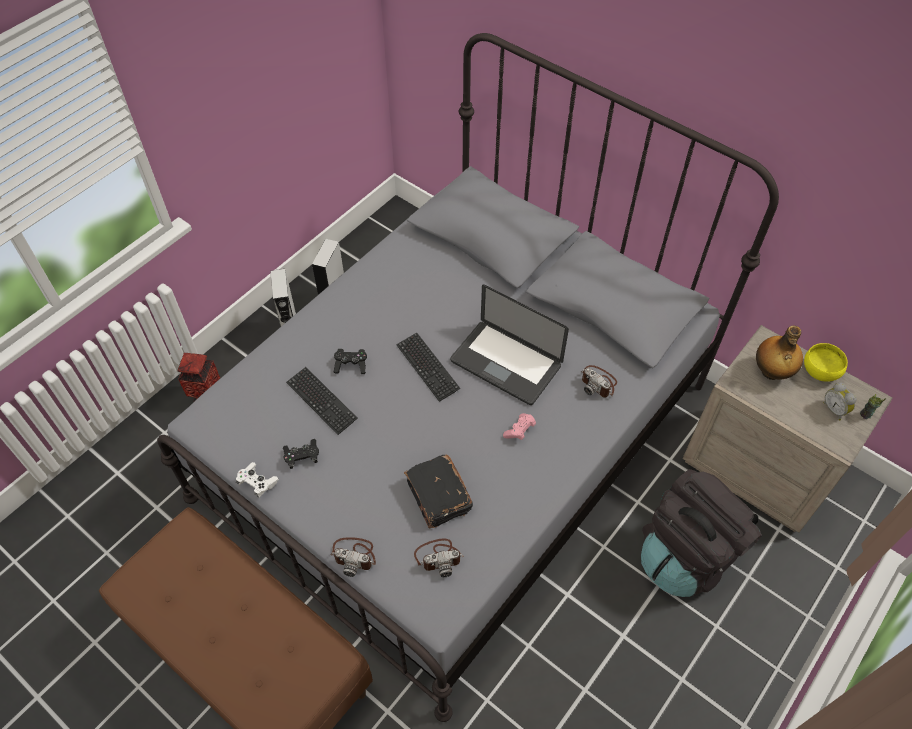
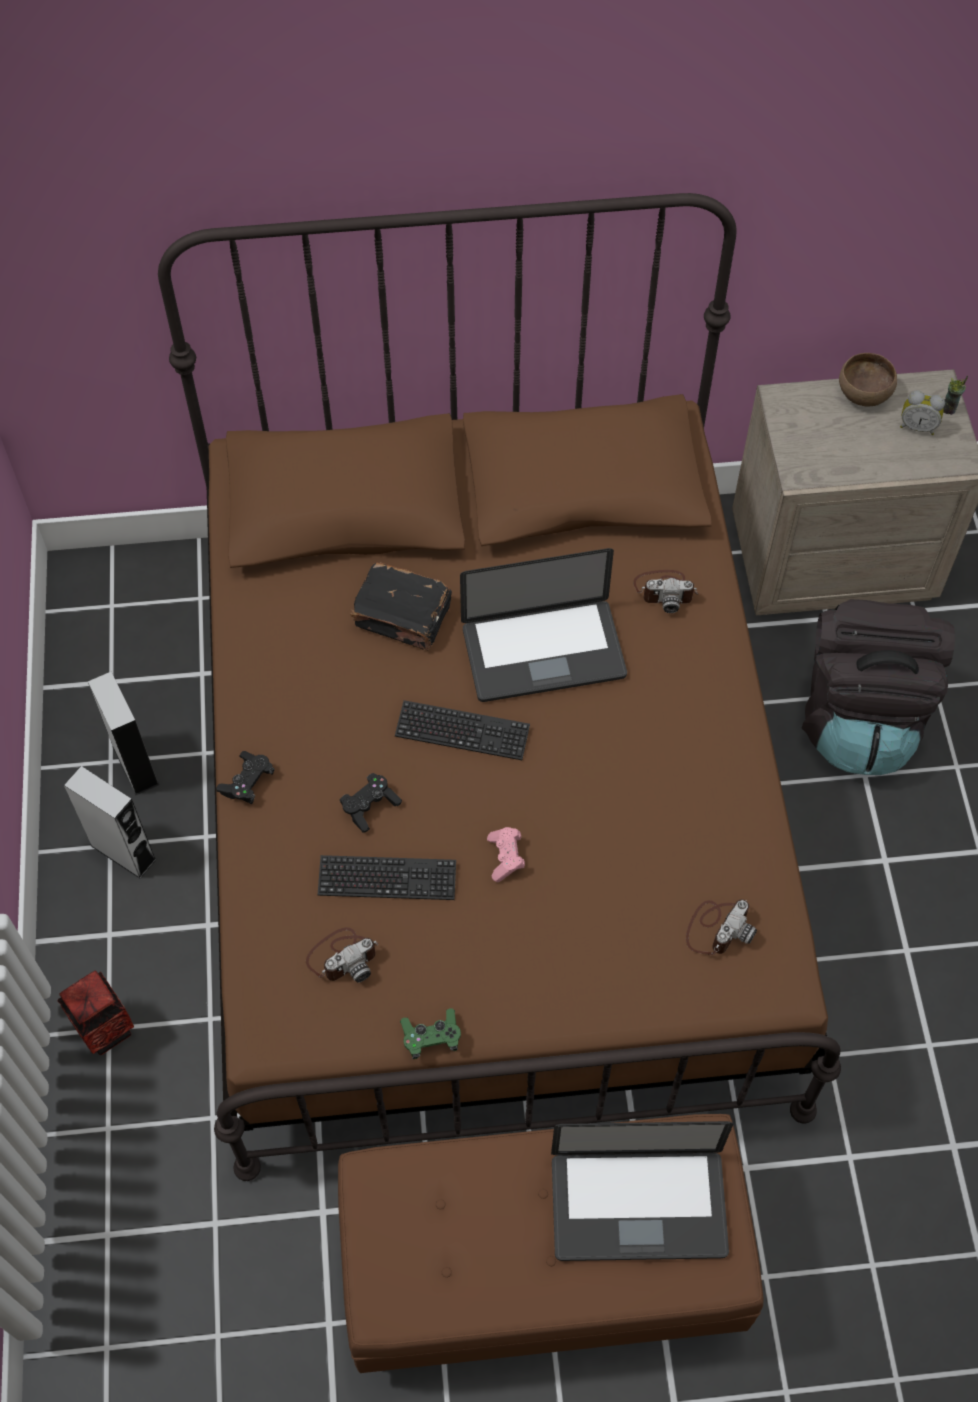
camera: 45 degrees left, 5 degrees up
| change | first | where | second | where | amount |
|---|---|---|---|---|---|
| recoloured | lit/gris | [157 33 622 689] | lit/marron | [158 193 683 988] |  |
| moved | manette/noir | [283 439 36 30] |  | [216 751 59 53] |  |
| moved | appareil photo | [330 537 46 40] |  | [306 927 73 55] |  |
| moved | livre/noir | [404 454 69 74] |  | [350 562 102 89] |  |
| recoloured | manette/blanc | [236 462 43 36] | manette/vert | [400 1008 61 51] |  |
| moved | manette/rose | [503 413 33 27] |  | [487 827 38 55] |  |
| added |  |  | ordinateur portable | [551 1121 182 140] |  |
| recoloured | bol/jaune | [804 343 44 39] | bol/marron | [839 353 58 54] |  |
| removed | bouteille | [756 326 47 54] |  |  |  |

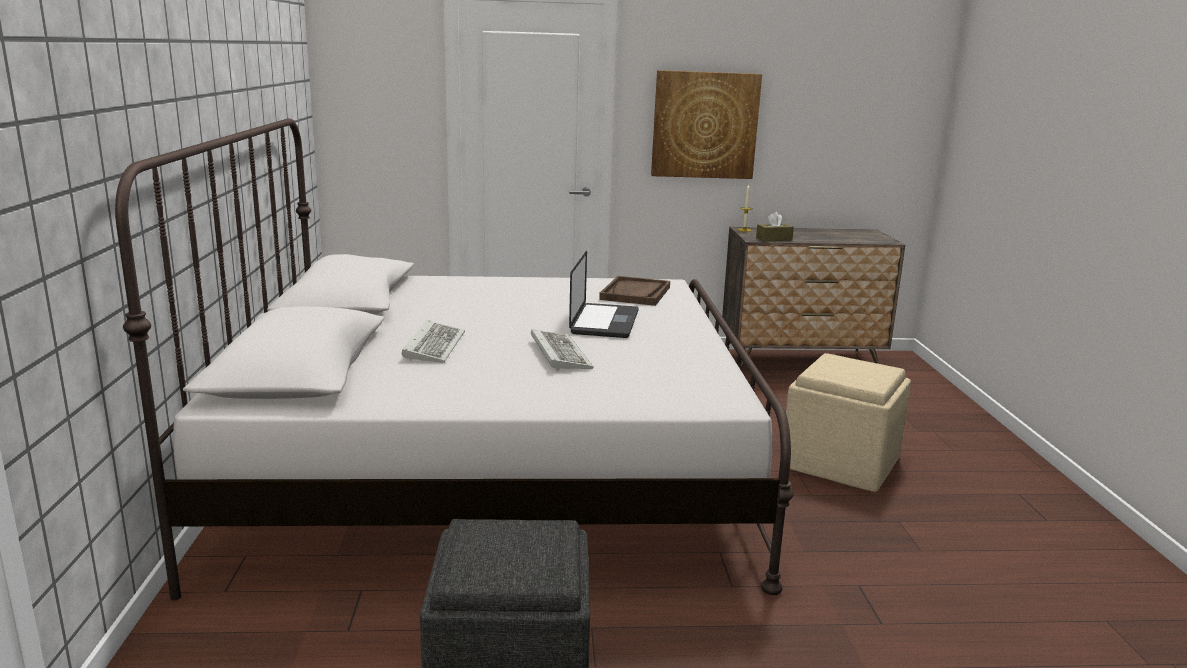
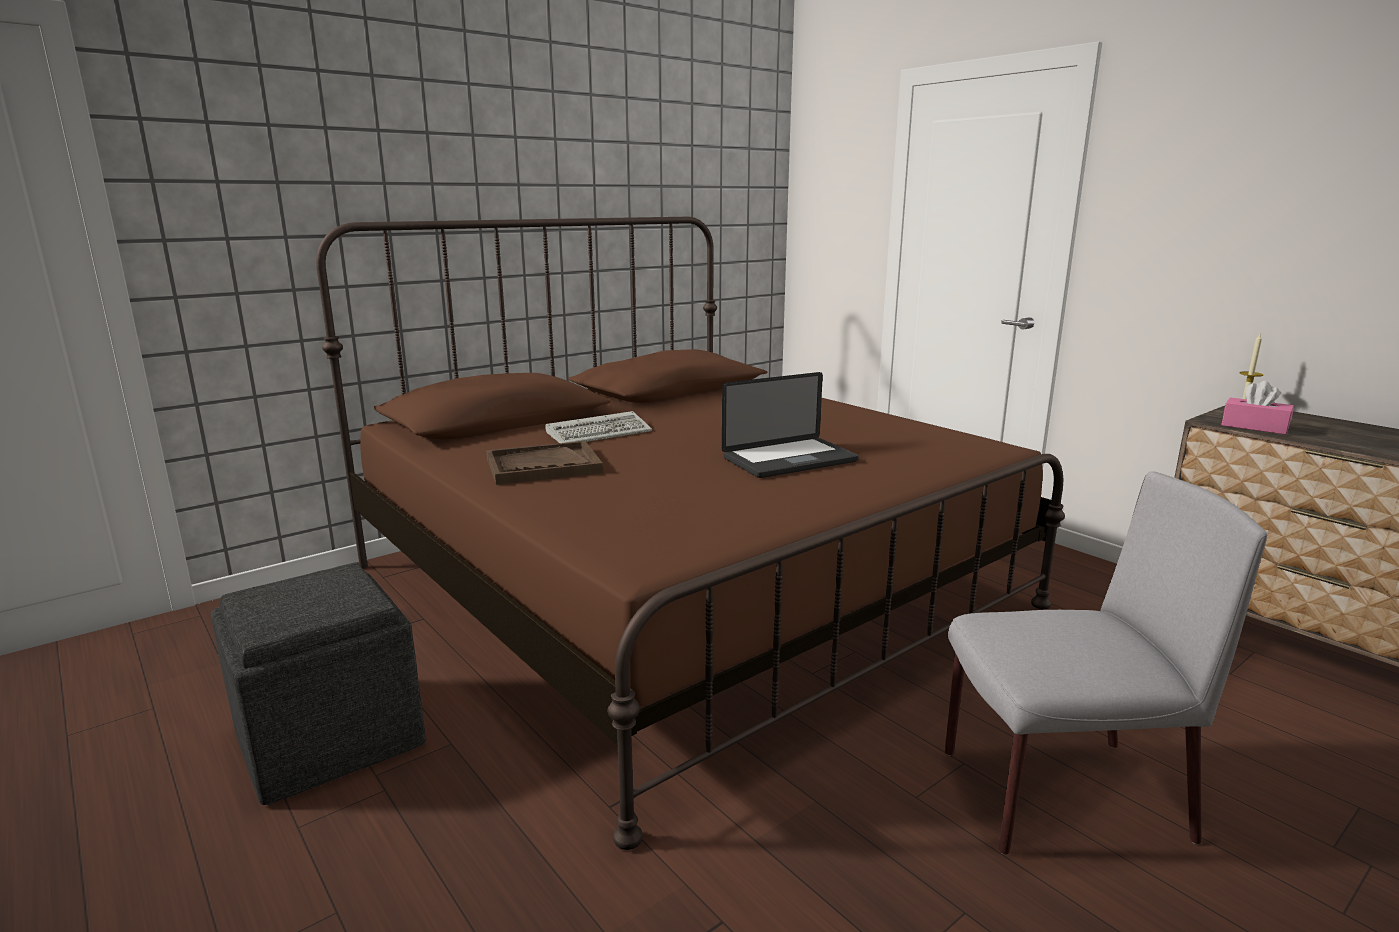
camera: 55 degrees right, 0 degrees up
| change | first | where | second | where | amount |
|---|---|---|---|---|---|
| recoloured | lit/blanc | [115 118 679 482] | lit/marron | [316 217 749 633] |  |
| moved | plateau/marron | [599 276 71 30] |  | [486 441 117 44] |  |
| replaced | pouf/beige | [786 353 125 139] | chaise/gris | [945 471 322 384] |  |
| recoloured | boîte à mouchoirs/marron | [756 212 38 30] | boîte à mouchoirs/rose | [1221 381 73 54] |  |
| removed | clavier | [531 329 62 42] |  |  |  |
| removed | tableau | [651 70 111 109] |  |  |  |

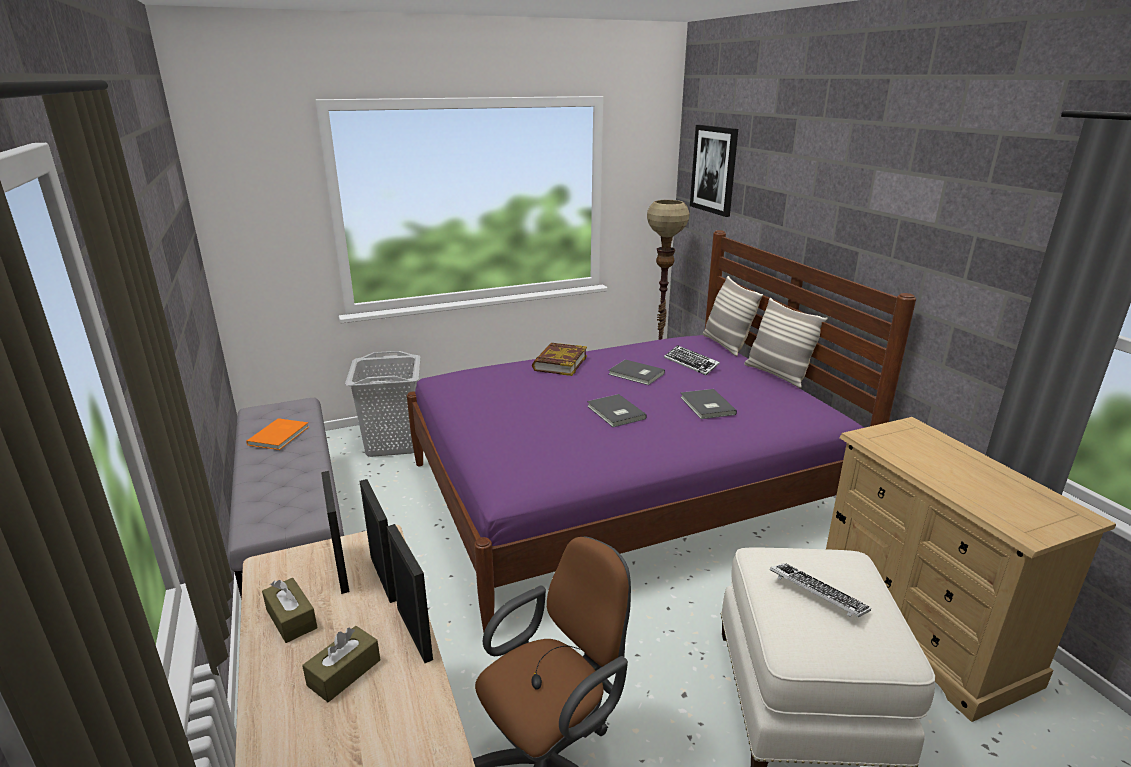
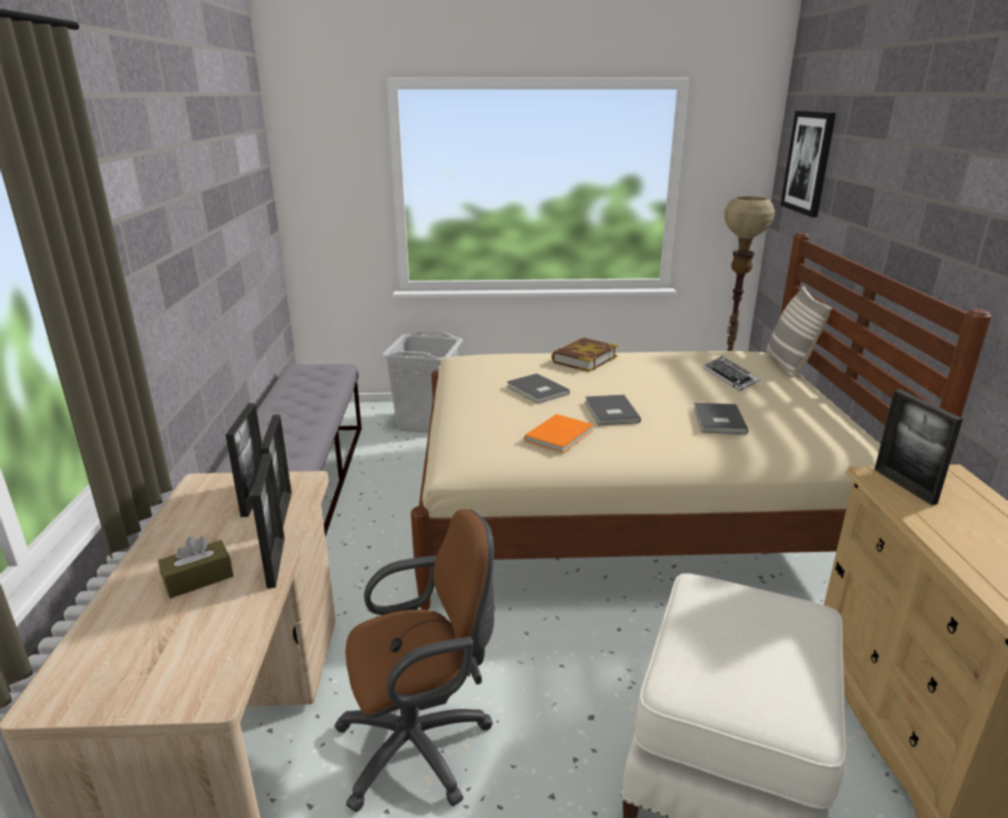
camera: 20 degrees right, 0 degrees up
| change | first | where | second | where | amount |
|---|---|---|---|---|---|
| recoloured | lit/violet | [407 230 509 402] | lit/beige | [411 232 581 378] |  |
| moved | livre/gris | [608 359 57 26] |  | [507 373 63 31] |  |
| moved | livre/orange | [246 418 63 32] |  | [524 414 70 39] |  |
| added |  |  | cadre photo | [874 389 89 116] |  |
| removed | boîte à mouchoirs/marron | [262 578 56 65] |  |  |  |
| removed | coussin | [744 298 84 90] |  |  |  |
| removed | clavier | [770 563 101 54] |  |  |  |

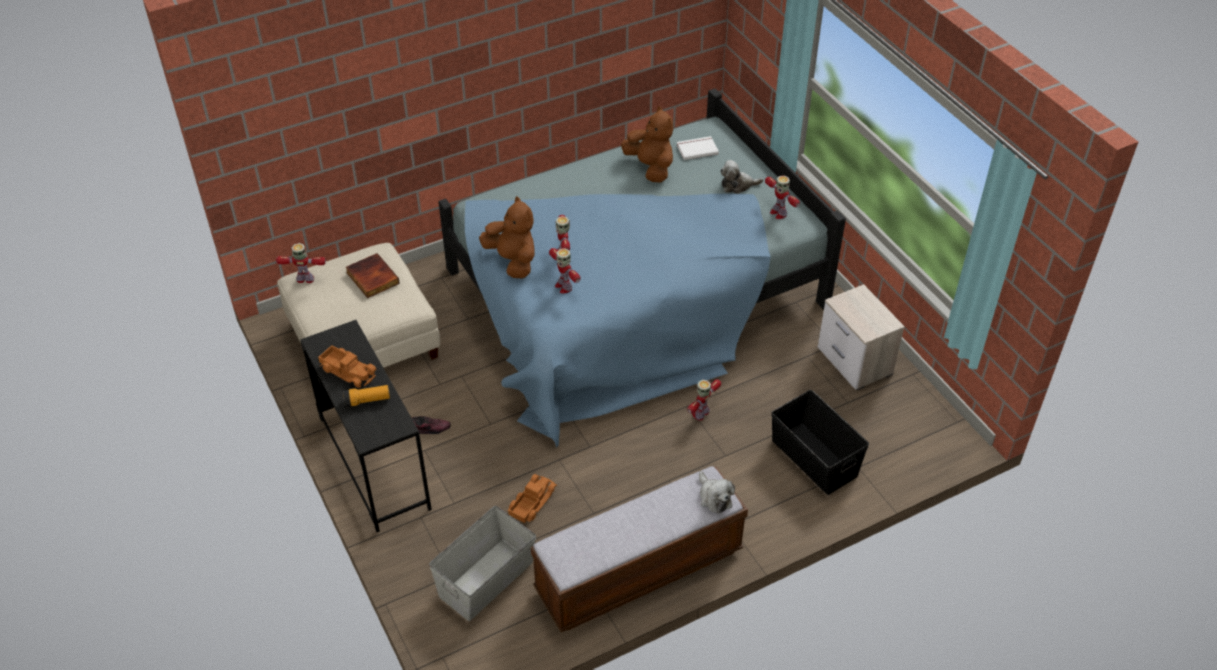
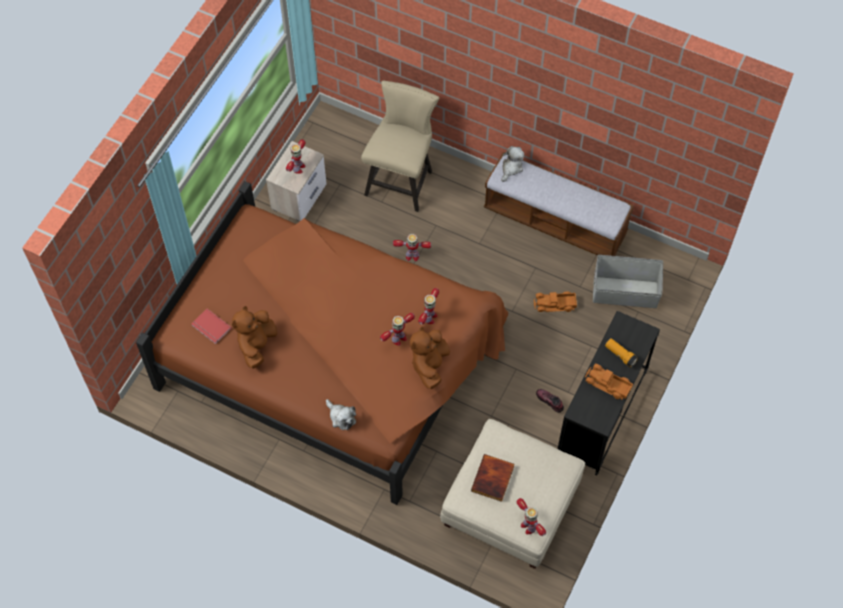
camera: 125 degrees left, 15 degrees up
| change | first | where | second | where | amount |
|---|---|---|---|---|---|
| recoloured | lit/bleu | [438 88 408 359] | lit/marron | [136 181 372 324] |  |
| recoloured | livre/blanc | [677 136 42 24] | livre/rouge | [191 308 41 36] |  |
| moved | robot jouet | [765 175 35 44] |  | [286 139 20 35] |  |
| moved | peluche | [720 160 43 34] |  | [326 399 30 31] |  |
| replaced | boîte de rangement/noir | [771 390 98 105] | chaise/beige | [361 81 78 131] |  |
| turned | camion jouet | [318 345 59 43] |  | [585 364 48 36] | 60 degrees counterclockwise |

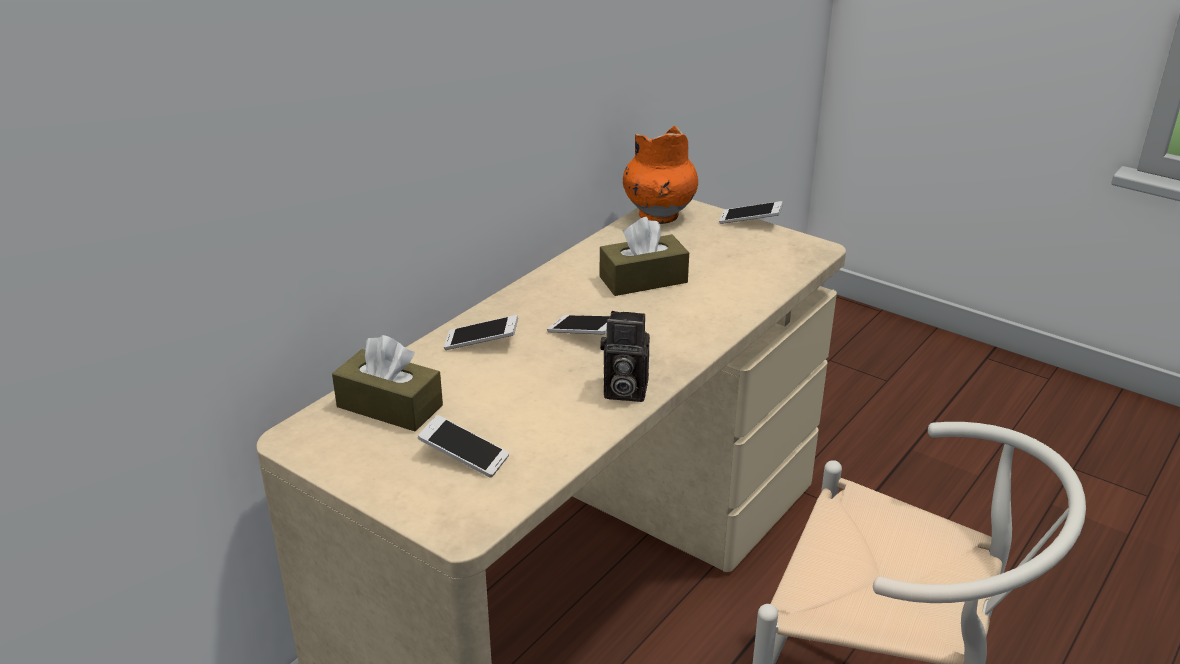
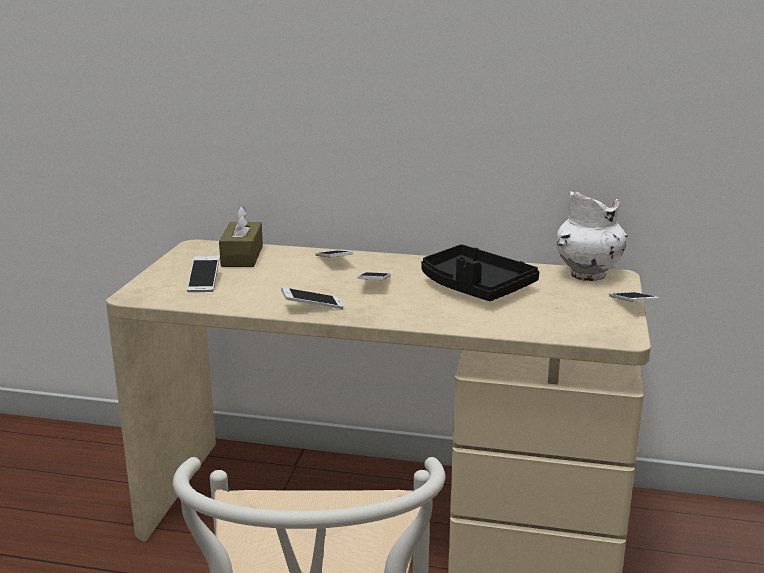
camera: 65 degrees right, 10 degrees down
| change | first | where | second | where | amount |
|---|---|---|---|---|---|
| replaced | appareil photo | [600 311 50 91] | téléphone | [281 287 63 22] |  |
| replaced | boîte à mouchoirs/marron | [600 217 89 79] | plateau/noir | [421 244 118 57] |  |
| recoloured | vase/orange | [623 126 75 98] | vase/blanc | [556 191 72 90] |  |

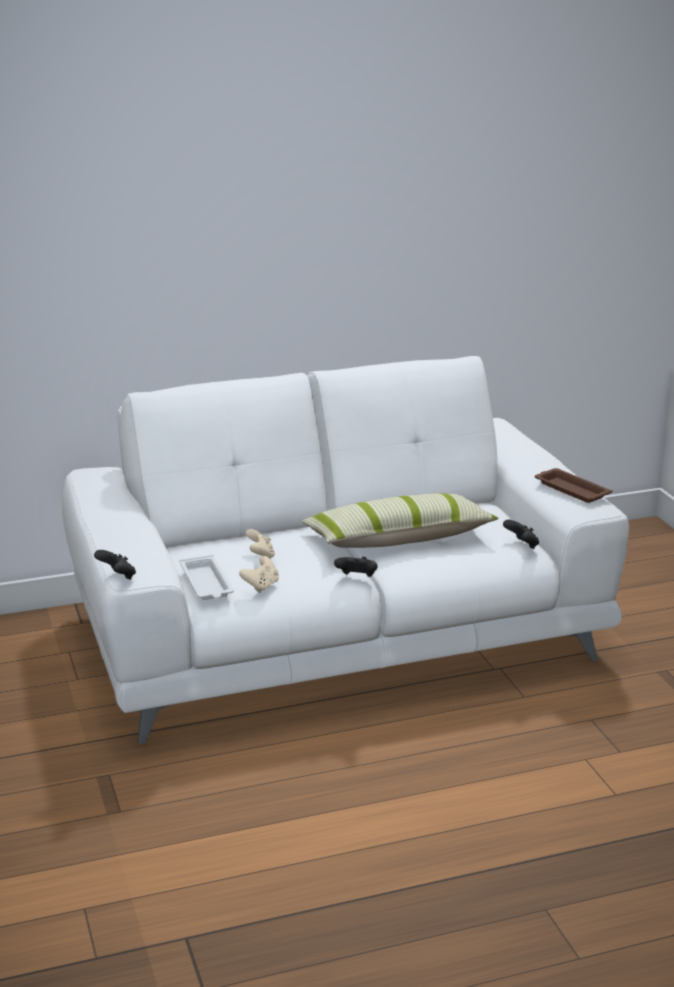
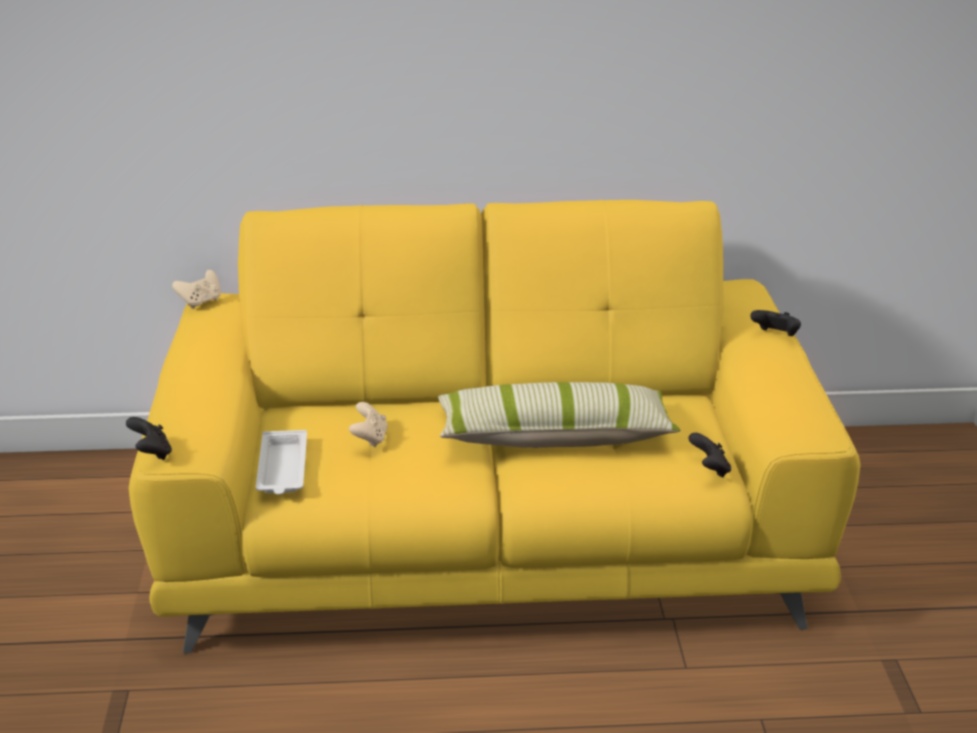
camera: 15 degrees right, 5 degrees up
| change | first | where | second | where | amount |
|---|---|---|---|---|---|
| recoloured | canapé/blanc | [62 356 567 388] | canapé/jaune | [129 200 732 453] |  |
| moved | manette/beige | [239 556 40 37] |  | [172 270 49 39] |  |
| moved | manette/noir | [334 557 44 20] |  | [750 310 51 26] |  |
| removed | plateau/marron | [535 468 77 35] |  |  |  |

